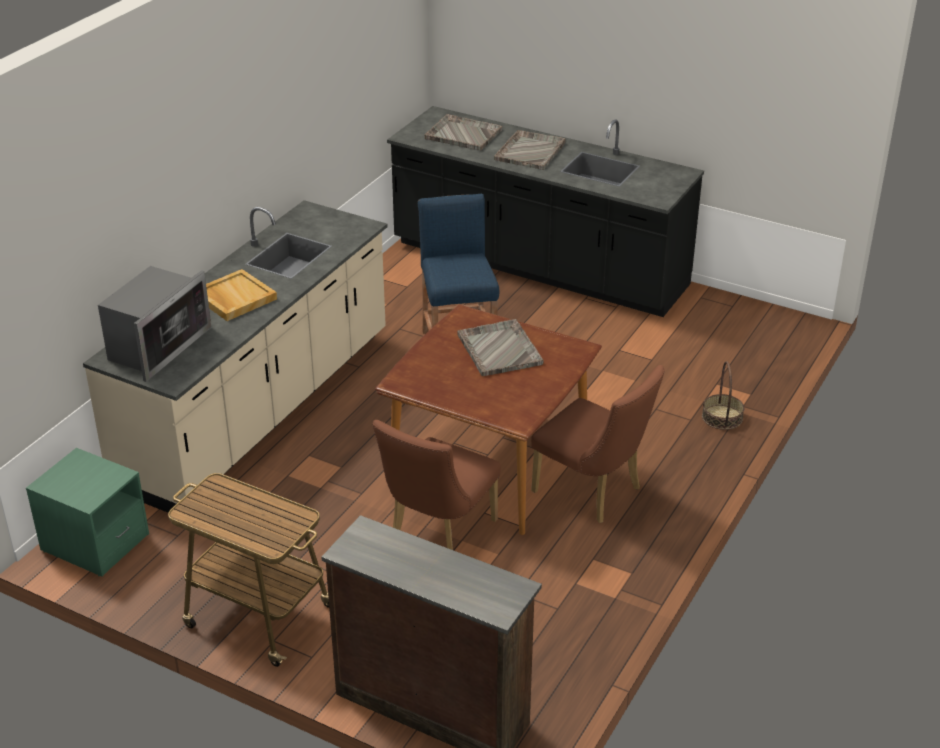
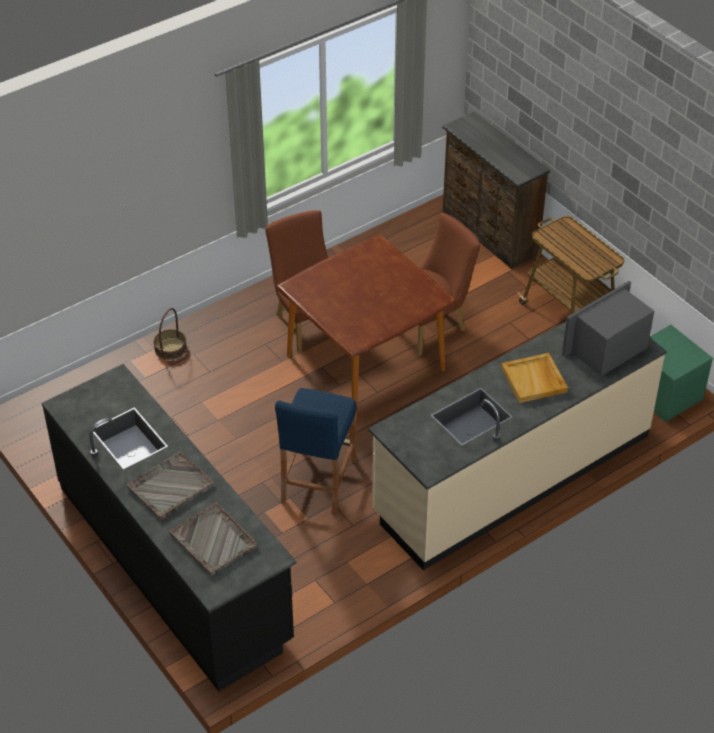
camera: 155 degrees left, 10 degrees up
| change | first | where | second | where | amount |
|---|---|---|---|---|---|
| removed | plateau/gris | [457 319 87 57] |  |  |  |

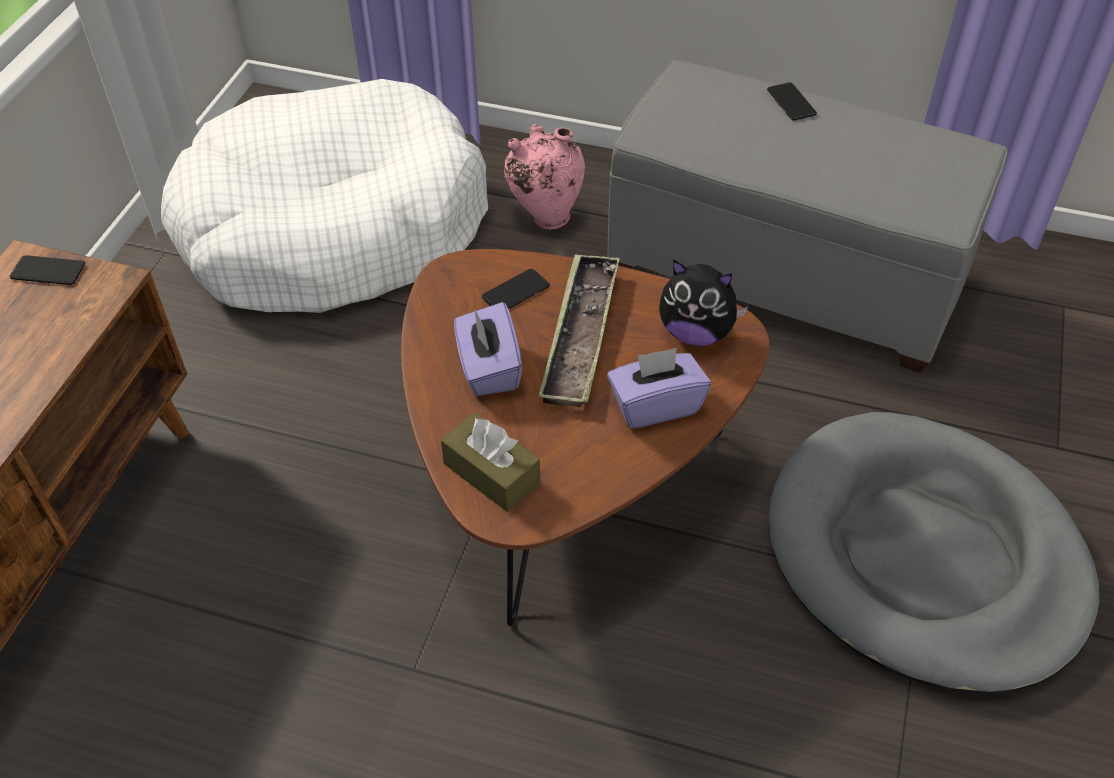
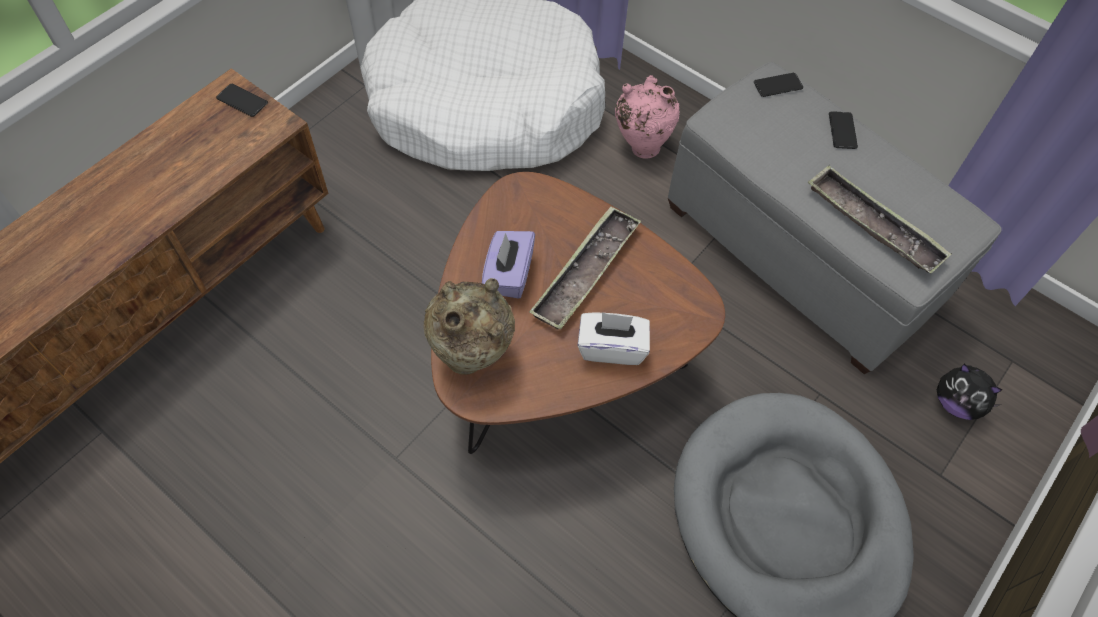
camera: 20 degrees right, 10 degrees up
| change | first | where | second | where | amount |
|---|---|---|---|---|---|
| replaced | boîte à mouchoirs/marron | [441 413 99 99] | vase/beige | [424 278 91 97] |  |
| recoloured | boîte à mouchoirs/violet | [607 348 104 81] | boîte à mouchoirs/blanc | [577 312 73 53] |  |
| moved | téléphone | [482 269 68 40] |  | [754 73 49 24] |  |
| added |  |  | plateau | [808 165 144 109] |  |
| moved | peluche | [659 259 89 87] |  | [936 363 66 57] |  |

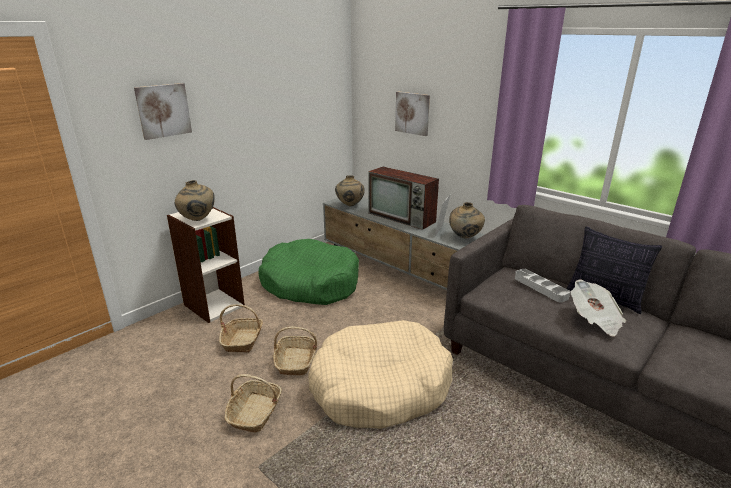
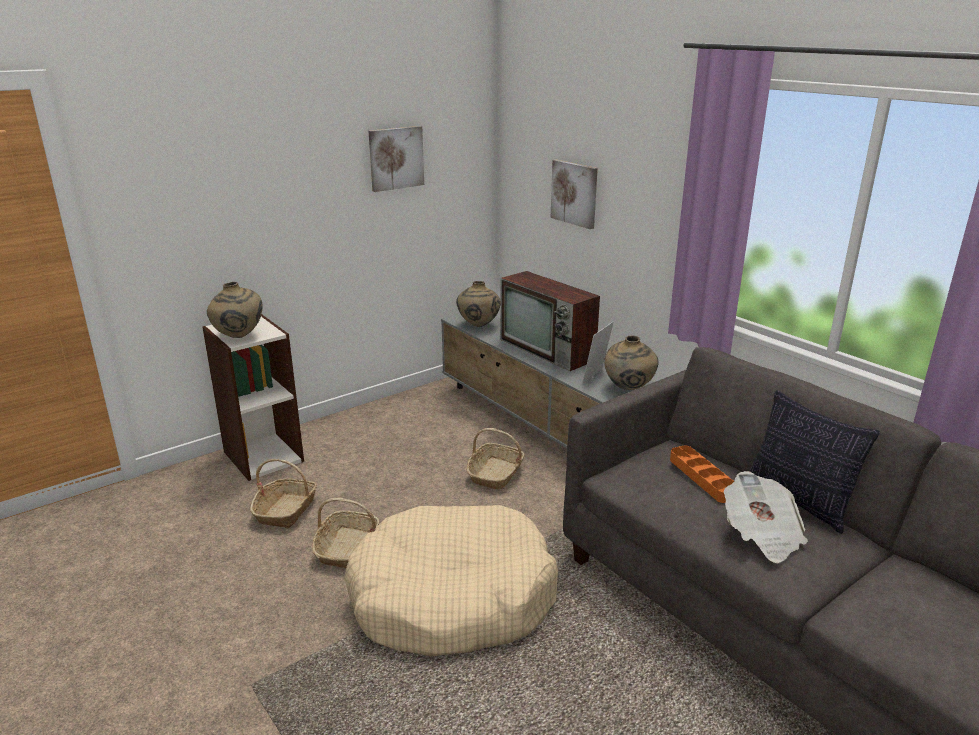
camera: 10 degrees right, 0 degrees up
| change | first | where | second | where | amount |
|---|---|---|---|---|---|
| moved | tableau | [134 83 58 57] |  | [369 126 55 66] |  |
| moved | panier | [225 374 57 58] |  | [467 428 58 61] |  |
| recoloured | plateau/gris | [515 269 55 33] | plateau/orange | [670 446 64 57] |  |
| removed | panier pour chien/vert | [258 239 101 66] |  |  |  |

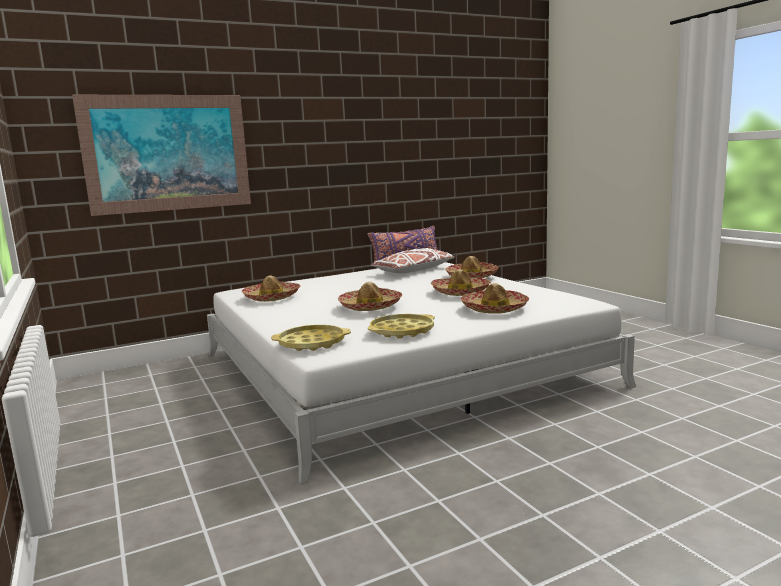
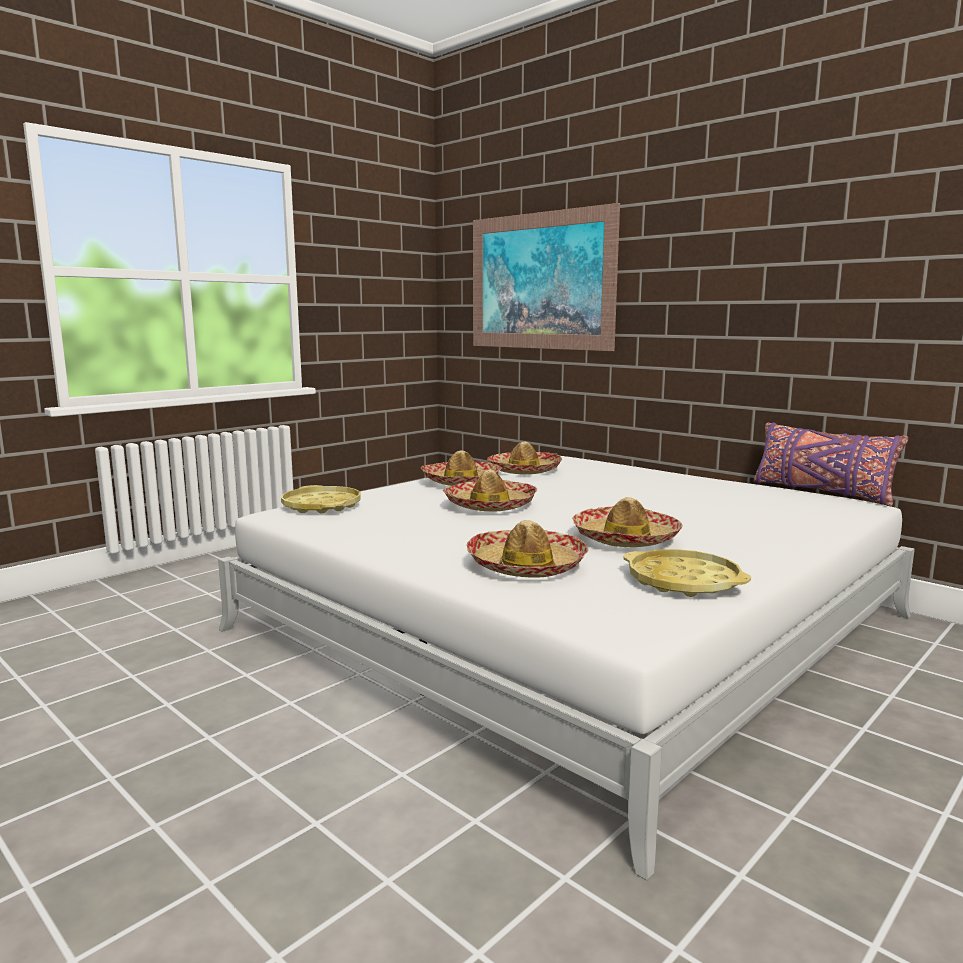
camera: 70 degrees right, 0 degrees up
| change | first | where | second | where | amount |
|---|---|---|---|---|---|
| moved | chapeau | [445 256 54 22] |  | [421 450 81 36] |  |
| moved | plateau/jaune | [368 314 67 25] |  | [624 549 127 48] |  |
| removed | coussin/blanc | [371 248 84 25] |  |  |  |

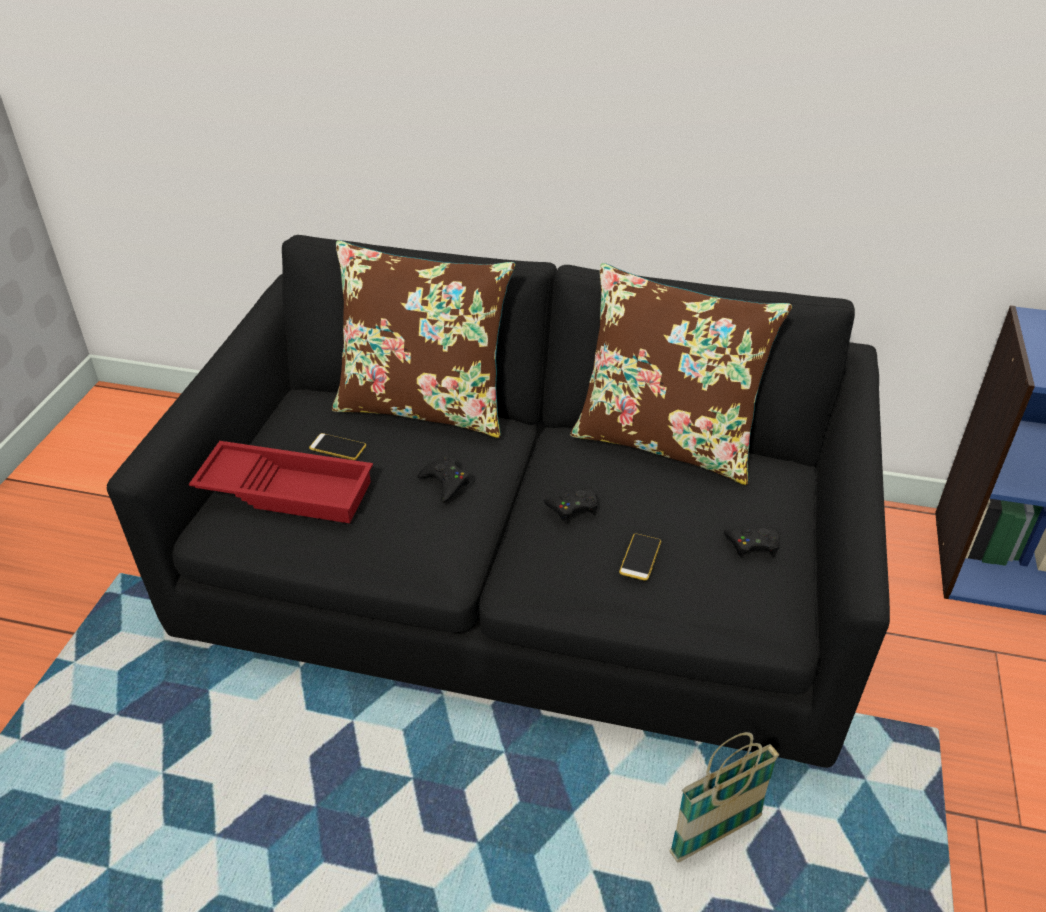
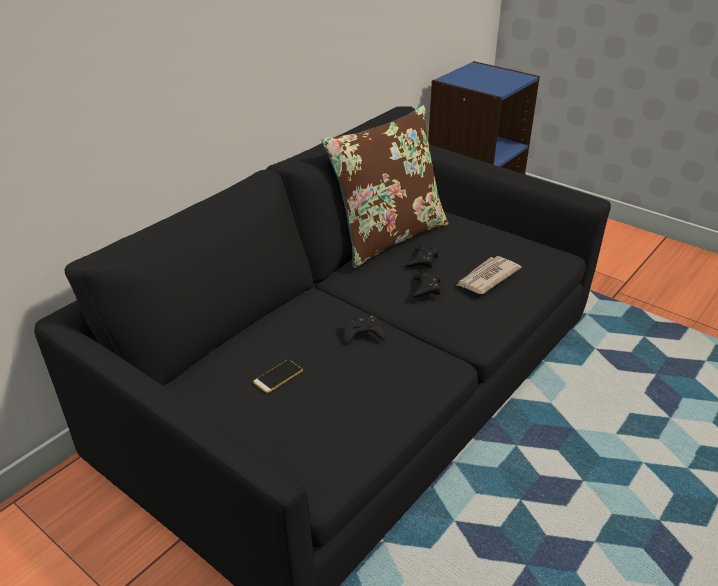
camera: 65 degrees left, 5 degrees down
| change | first | where | second | where | amount |
|---|---|---|---|---|---|
| moved | manette/noir | [724 527 56 31] |  | [405 246 33 22] |  |
| replaced | téléphone | [619 534 42 47] | journal | [456 256 65 38] |  |
| removed | plateau/rouge | [189 441 184 82] |  |  |  |
| removed | coussin/marron | [332 240 183 198] |  |  |  |
| removed | panier | [670 732 109 131] |  |  |  |

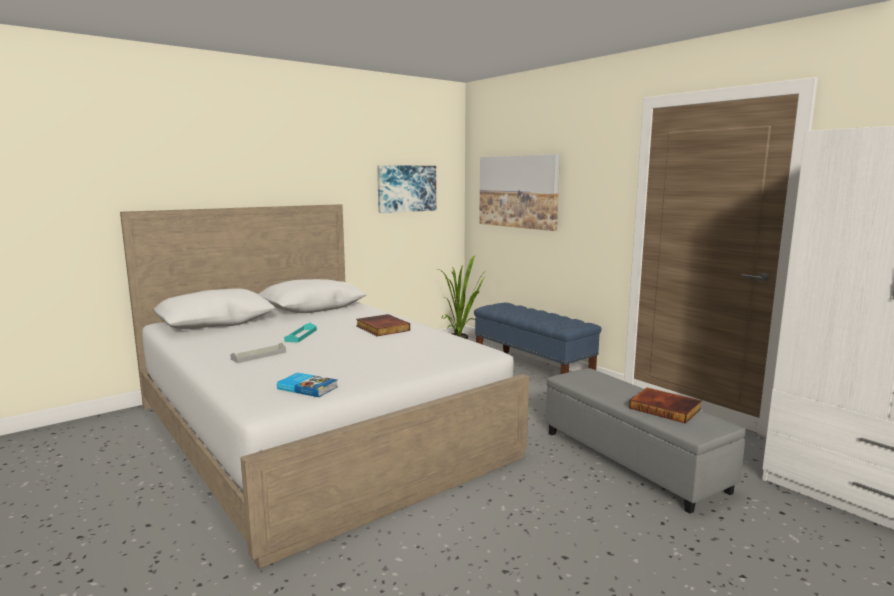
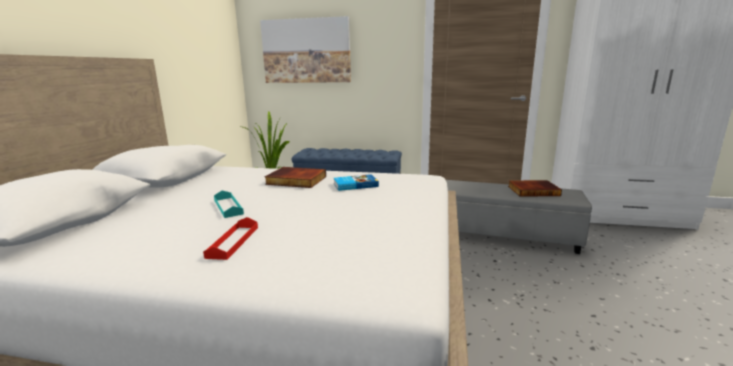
camera: 40 degrees left, 5 degrees up
| change | first | where | second | where | amount |
|---|---|---|---|---|---|
| recoloured | plateau/gris | [230 342 56 21] | plateau/rouge | [203 217 55 43] |  |
| moved | livre | [277 372 61 25] |  | [334 174 45 17] |  |
| removed | tableau | [377 165 59 48] |  |  |  |

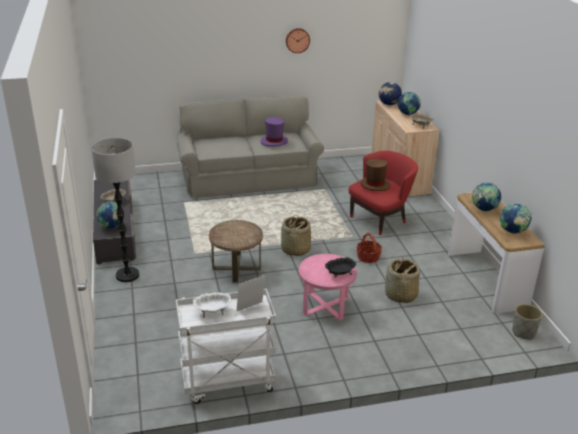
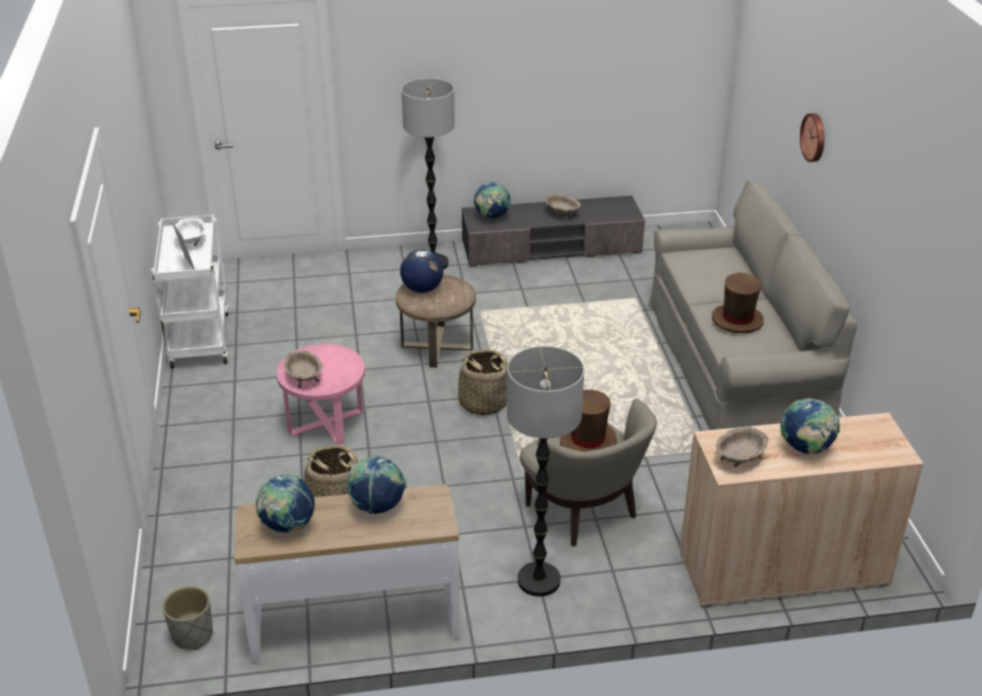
camera: 95 degrees right, 5 degrees up
| change | first | where | second | where | amount |
|---|---|---|---|---|---|
| recoloured | bol/noir | [325 257 31 20] | bol/beige | [284 350 39 38] |  |
| moved | globe | [379 82 23 23] |  | [400 250 43 43] |  |
| added |  |  | lampadaire | [507 346 78 251] |  |
| recoloured | fauteuil/rouge | [349 151 69 84] | fauteuil/beige | [520 398 137 148] |  |
| recoloured | chapeau/violet | [261 117 27 30] | chapeau/marron | [712 273 52 60] |  |
| moved | horloge murale | [286 28 24 25] |  | [800 113 25 49] |  |
| removed | panier | [357 233 25 30] |  |  |  |

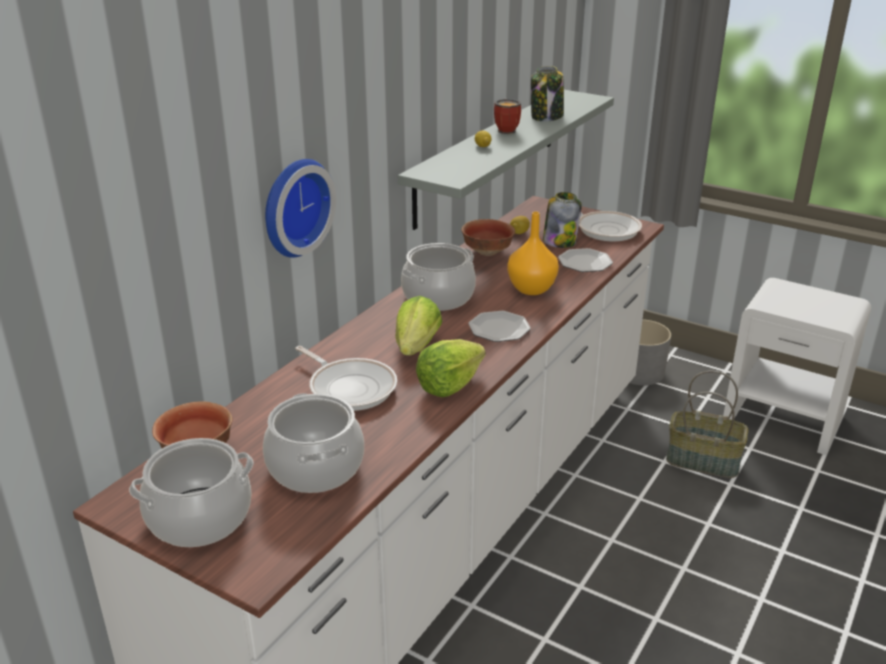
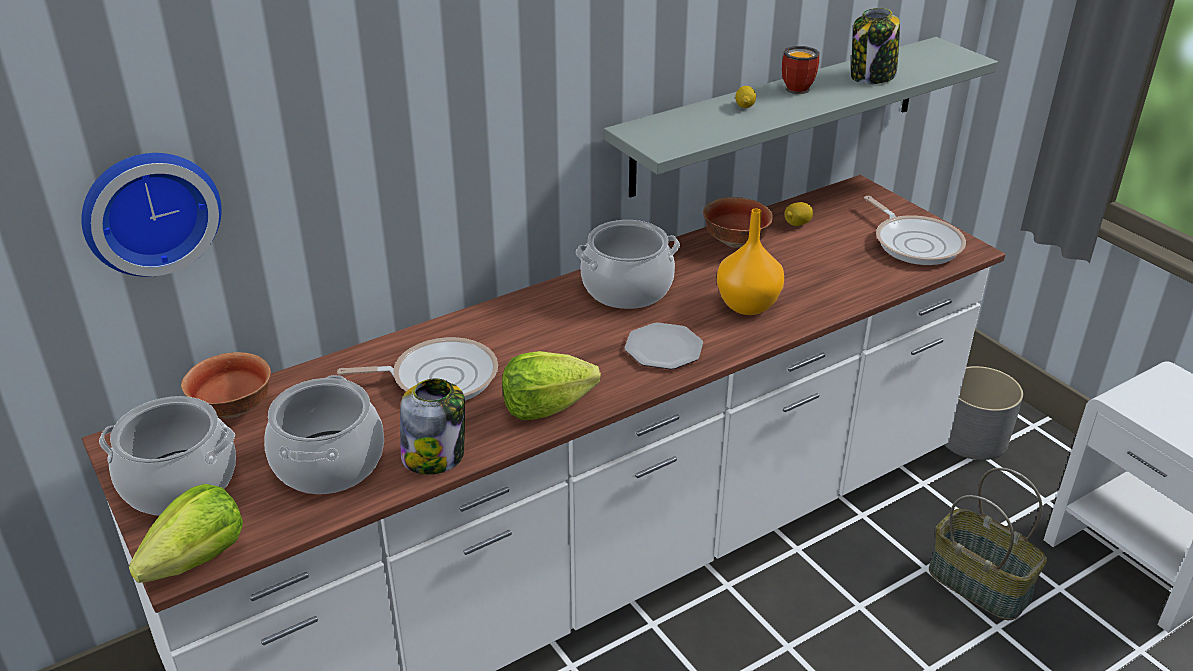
camera: 25 degrees right, 5 degrees up
| change | first | where | second | where | amount |
|---|---|---|---|---|---|
| moved | horloge murale | [265 159 71 99] |  | [81 153 141 124] |  |
| moved | laitue | [396 296 46 60] |  | [129 484 114 99] |  |
| turned | poêle | [295 346 102 65] |  | [337 337 161 64] | 75 degrees counterclockwise |
| moved | bocal | [543 192 39 56] |  | [400 379 65 96] |  |
| removed | assiette | [558 248 55 24] |  |  |  |

